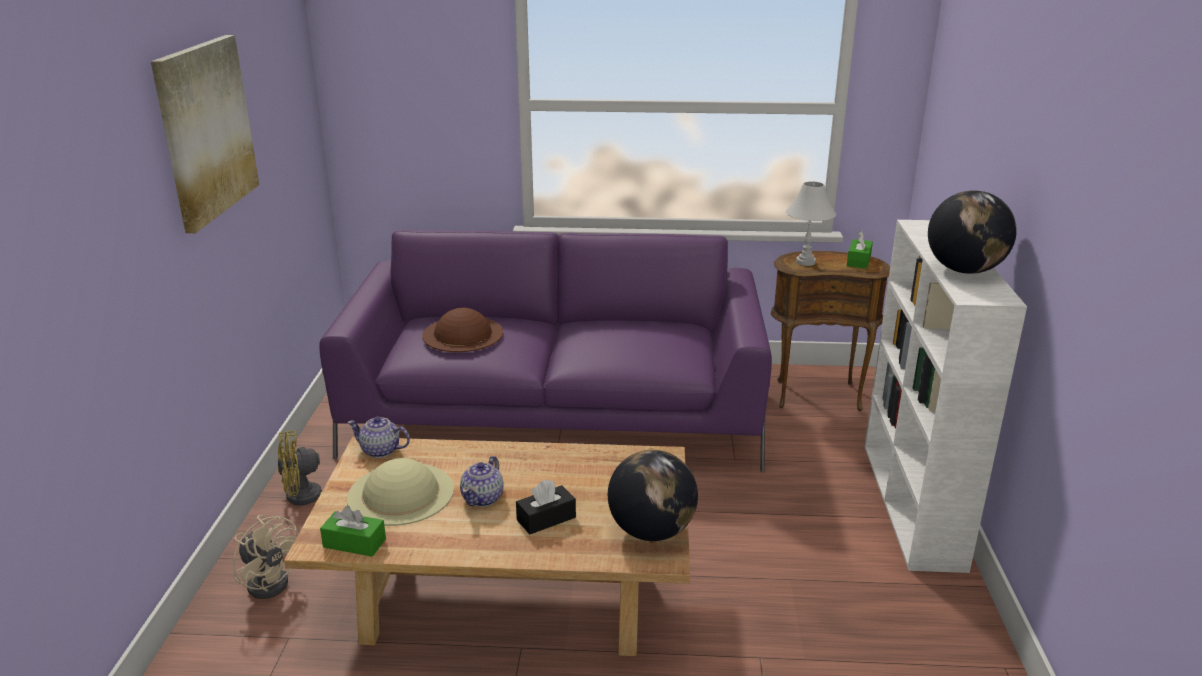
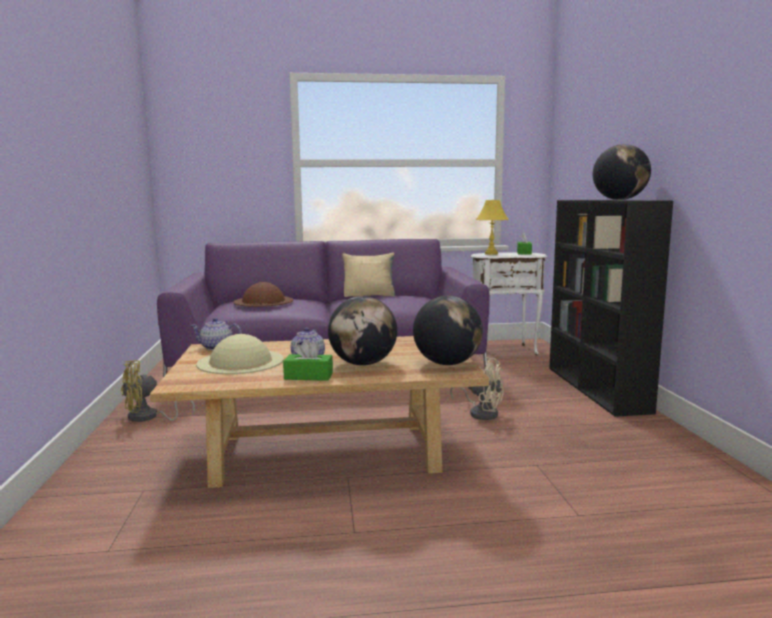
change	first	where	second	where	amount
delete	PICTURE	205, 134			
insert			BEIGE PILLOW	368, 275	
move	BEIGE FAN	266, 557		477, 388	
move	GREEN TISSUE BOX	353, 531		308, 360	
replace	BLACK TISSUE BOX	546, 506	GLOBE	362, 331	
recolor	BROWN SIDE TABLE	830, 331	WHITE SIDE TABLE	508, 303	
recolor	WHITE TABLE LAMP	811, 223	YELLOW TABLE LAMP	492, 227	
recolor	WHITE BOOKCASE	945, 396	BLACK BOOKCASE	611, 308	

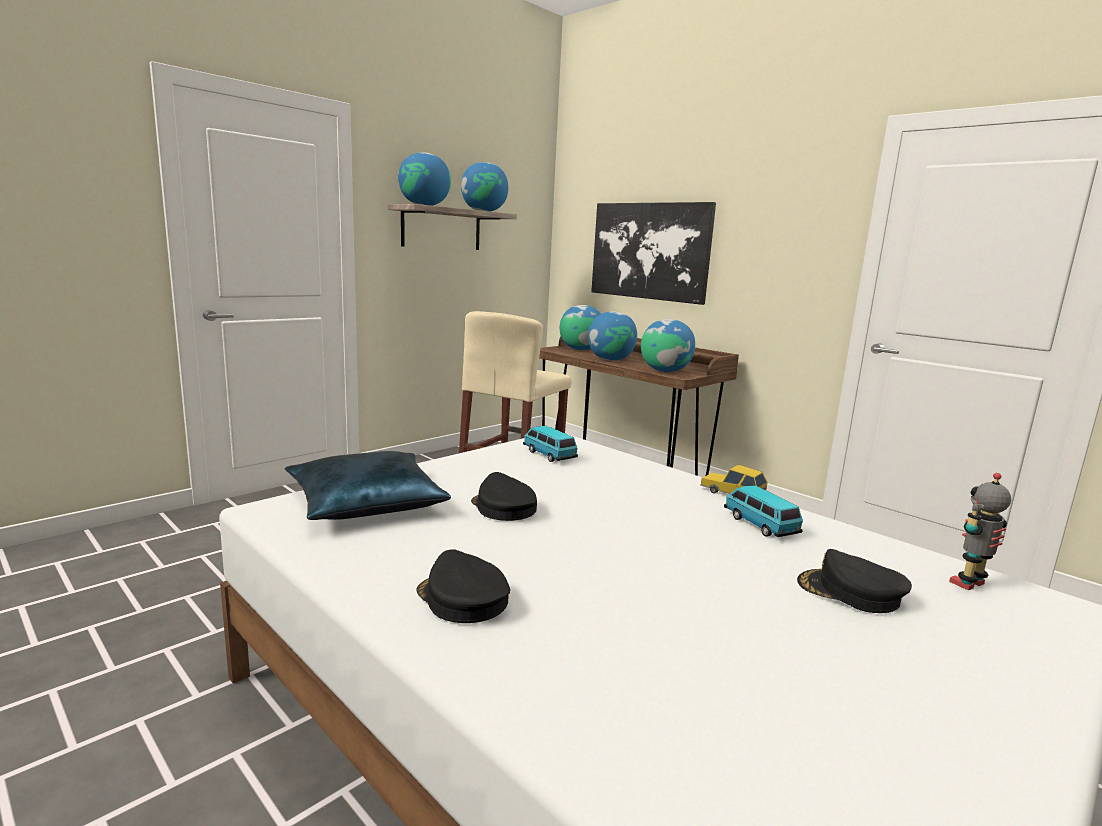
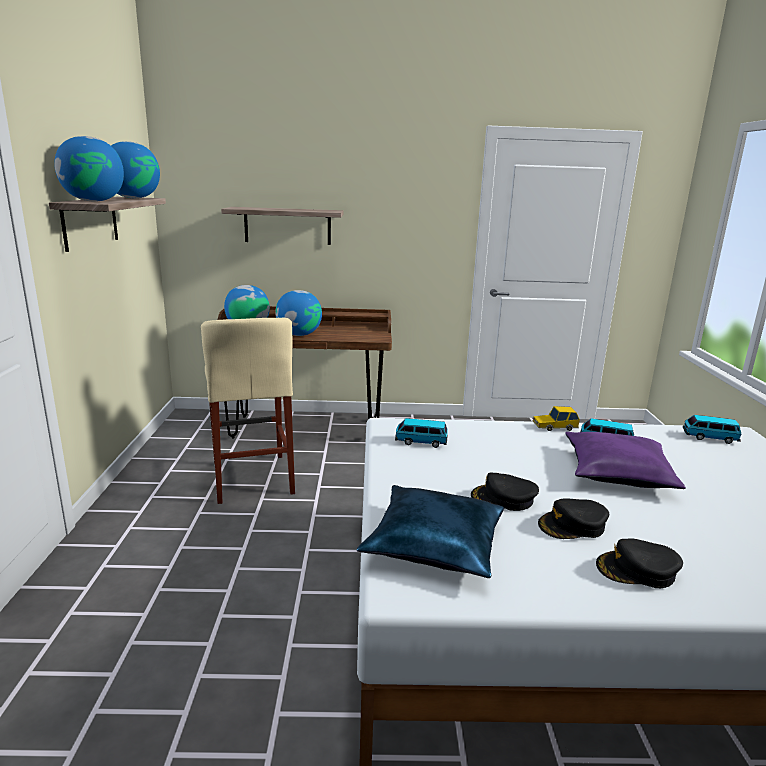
change	first	where	second	where	amount
delete	GLOBE	668, 345			
insert			PURPLE PILLOW	626, 460	
move	BLACK CAP	854, 581		573, 518	
replace	PICTURE	653, 253	SHELF	282, 226	
replace	TOY ROBOT	980, 531	TOY CAR	712, 429	

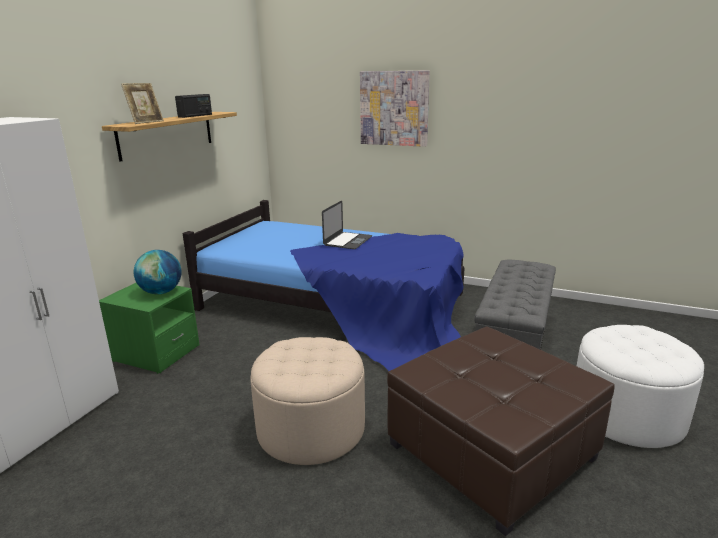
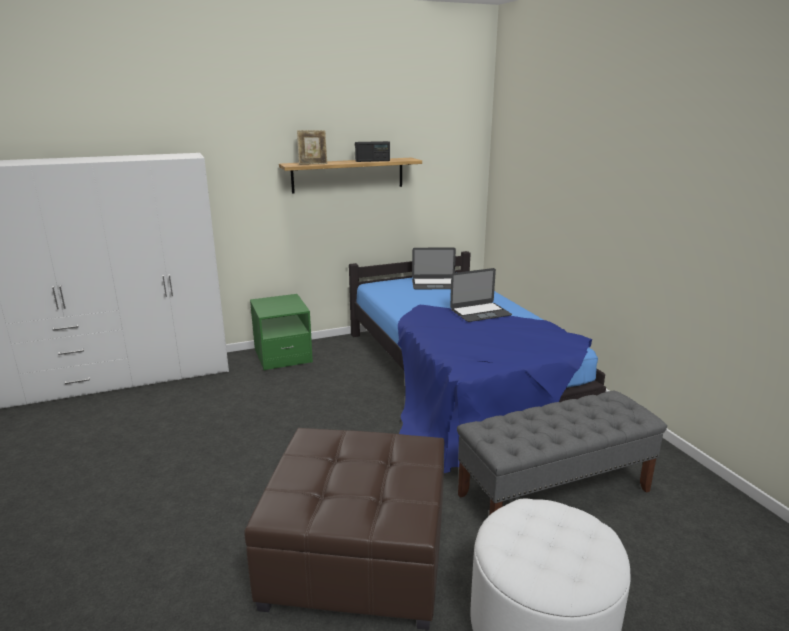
change	first	where	second	where	amount
delete	GLOBE	158, 272			
delete	BEIGE OTTOMAN	307, 401			
delete	PICTURE	395, 108			
insert			LAPTOP	434, 268	

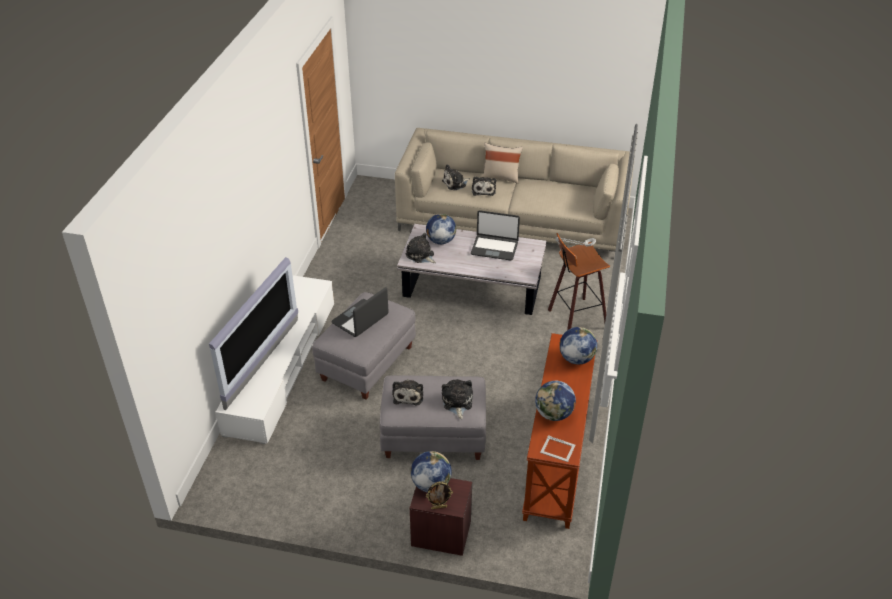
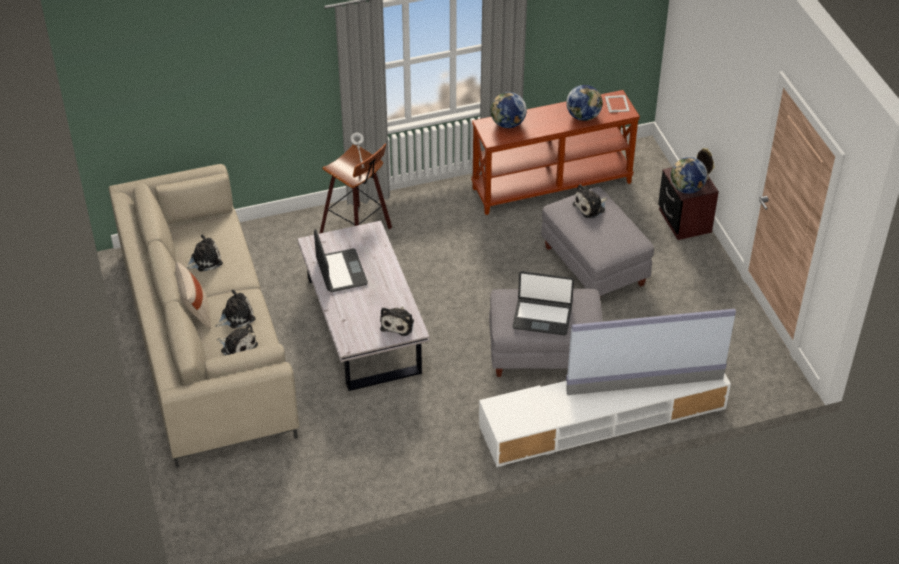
change	first	where	second	where	amount
delete	GLOBE	441, 229			
move	PLUSH TOY	407, 392		204, 253	

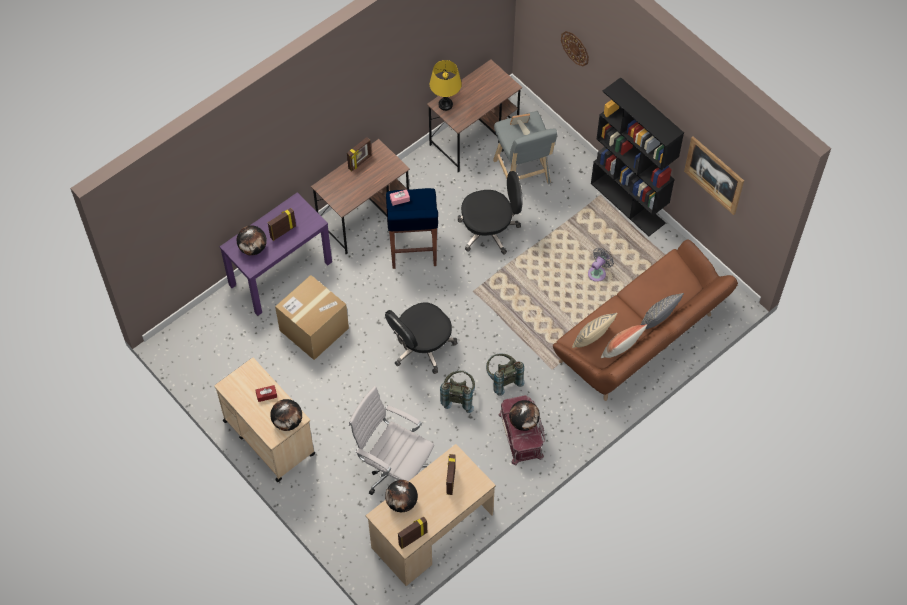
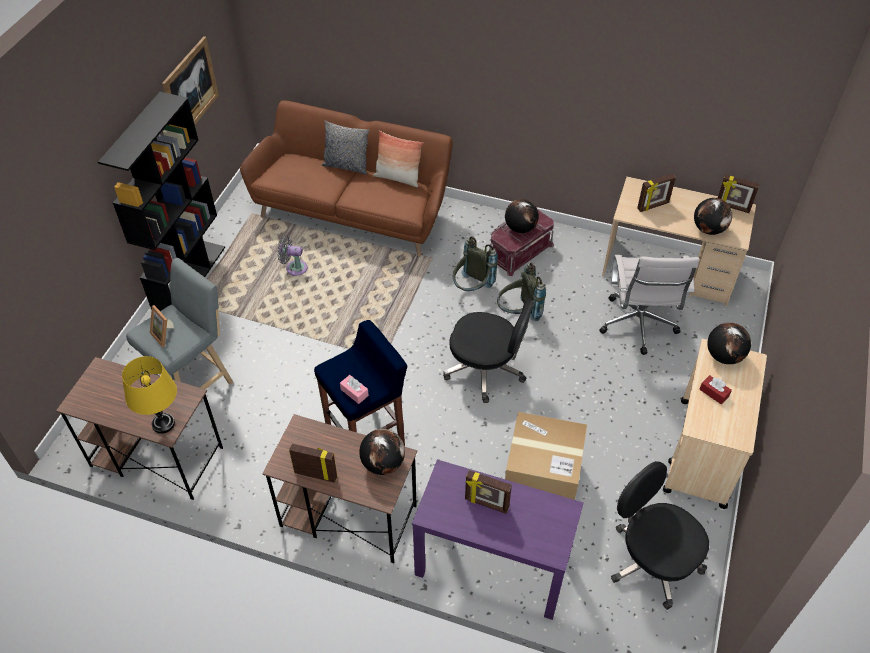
change	first	where	second	where	amount
delete	WALL CLOCK	575, 48			
delete	BEIGE PILLOW	595, 330			
move	GLOBE	252, 240		382, 452	
move	BLACK OFFICE CHAIR	490, 213		660, 535	

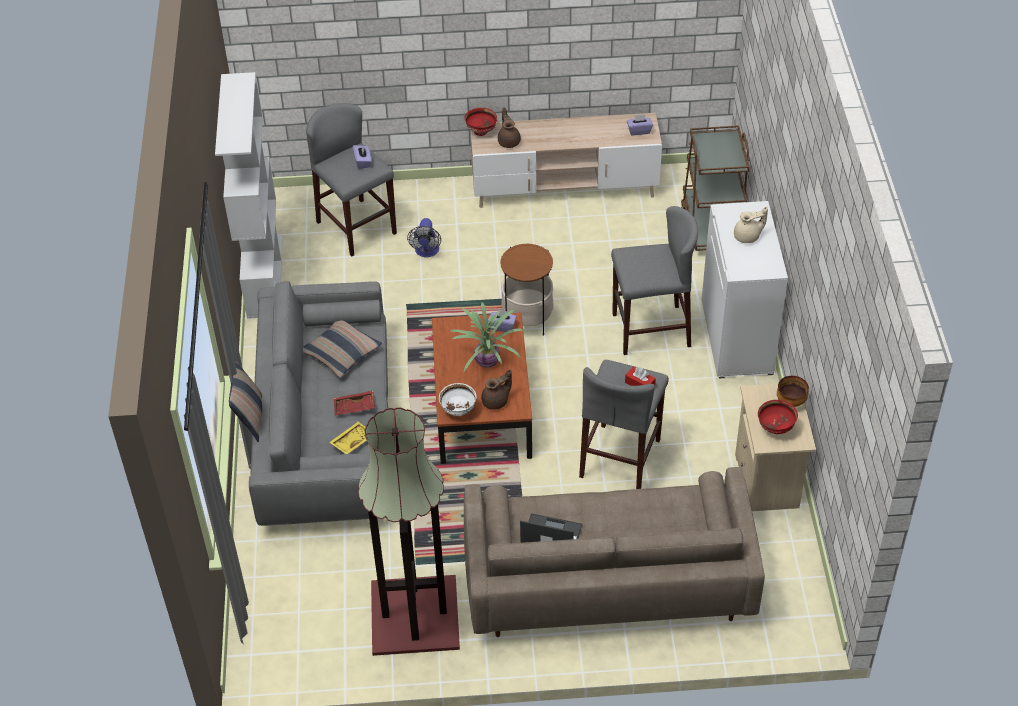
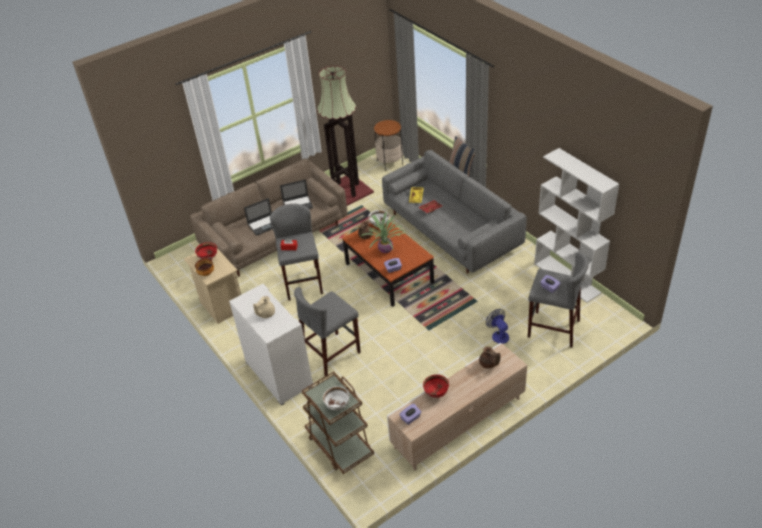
change	first	where	second	where	amount
delete	PILLOW	342, 348			
insert			LAPTOP	258, 217	
insert			WHITE BOWL	336, 398	
move	RED BOWL	480, 122		436, 386	
move	SIDE TABLE	526, 290		388, 145	

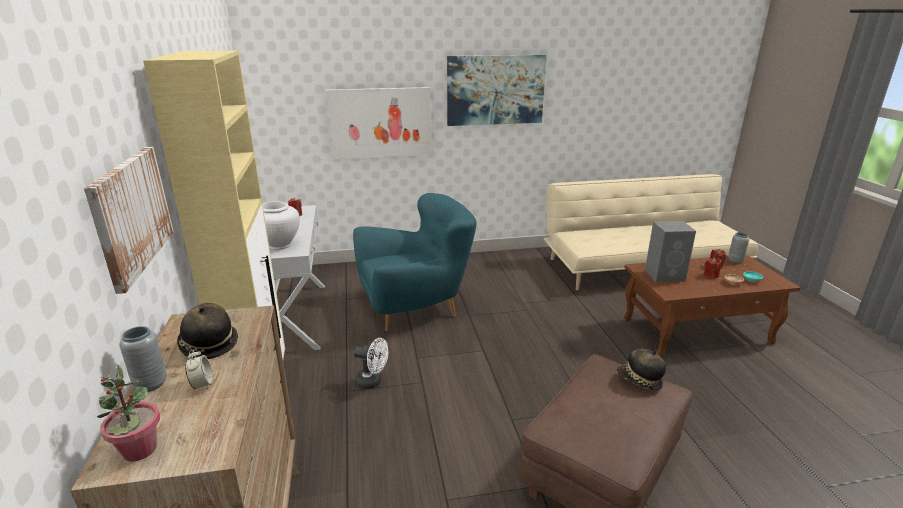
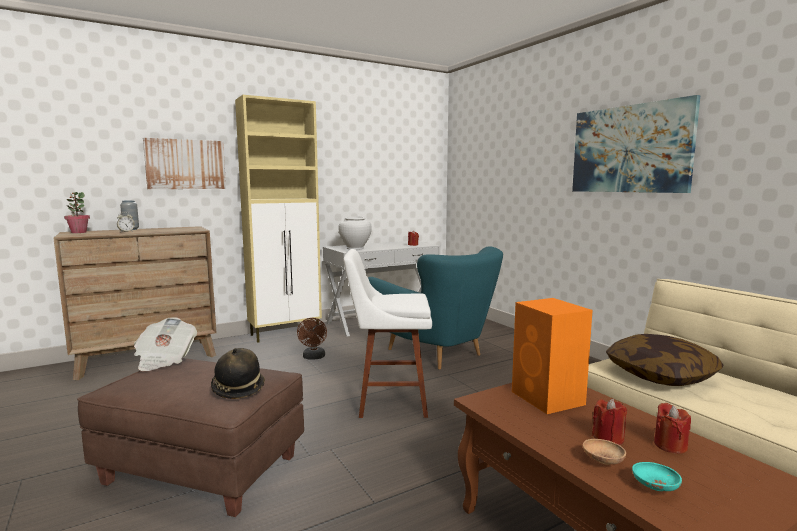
change	first	where	second	where	amount
delete	HAT	207, 331			
delete	PICTURE	378, 123			
delete	GREY VASE	738, 247			
insert			NEWSPAPER	165, 344	
insert			WHITE STOOL	387, 333	
insert			PILLOW	665, 360	
recolor	WHITE FAN	371, 363	BROWN FAN	312, 338	
recolor	GREY SPEAKER	670, 252	ORANGE SPEAKER	552, 356	

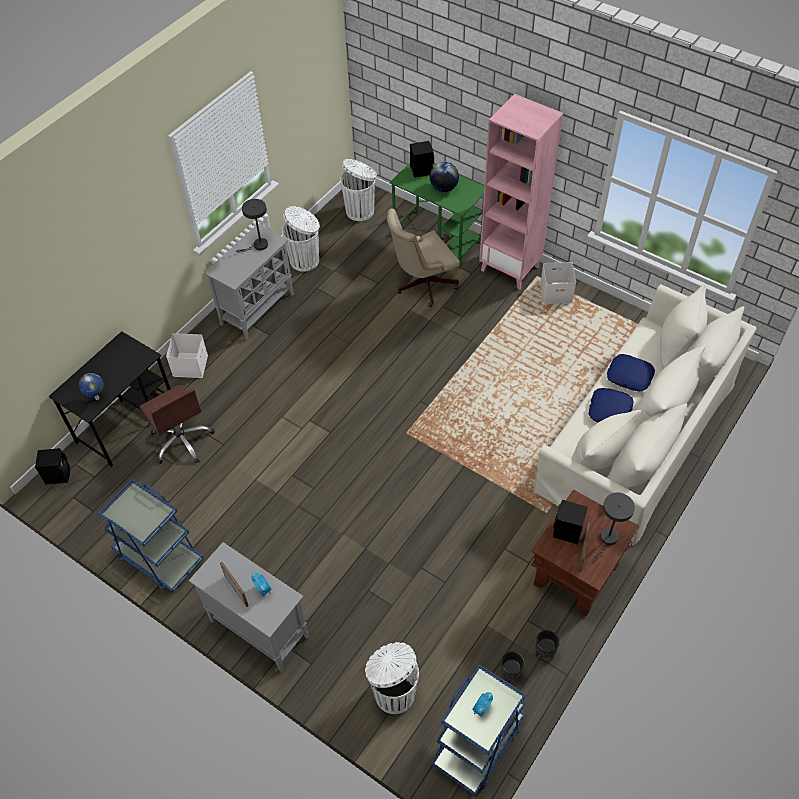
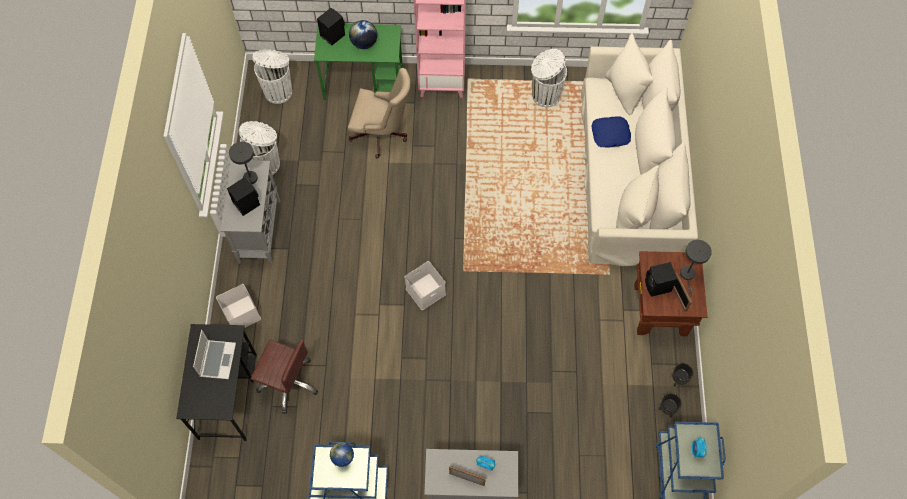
change	first	where	second	where	amount
delete	BLUE PILLOW	611, 405			
insert			LAPTOP	214, 354	
move	BLACK SPEAKER	52, 466		243, 196	
move	GLOBE	91, 386		342, 454	
move	WHITE TRASH CAN	392, 678		549, 78	
move	WHITE STORAGE BOX	558, 283		425, 285	
rotate	BEIGE OFFICE CHAIR	423, 257		379, 113	105 degrees counterclockwise

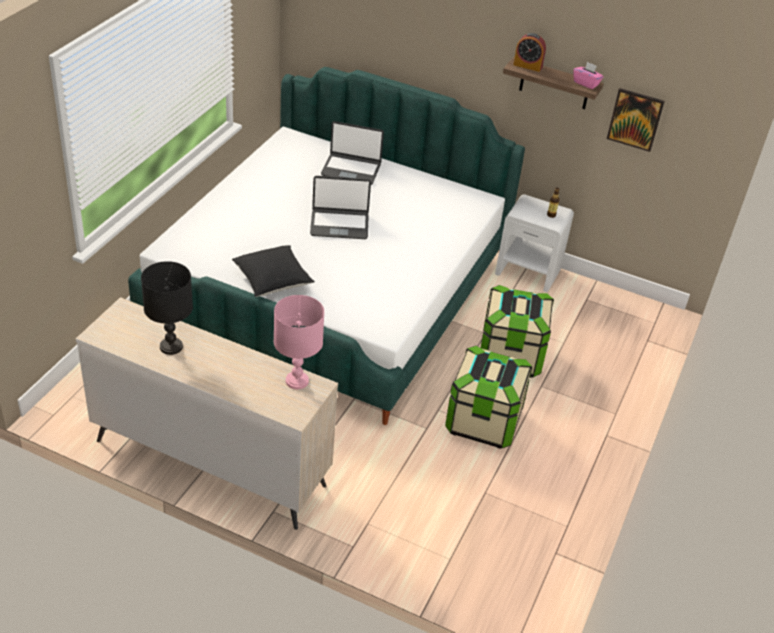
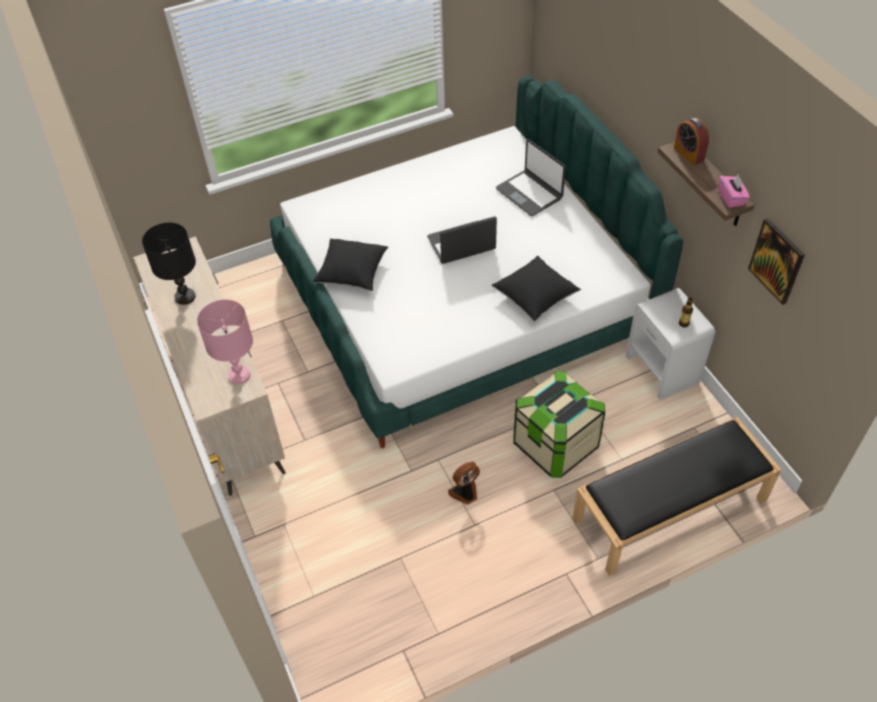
change	first	where	second	where	amount
insert			BLACK PILLOW	536, 288	
insert			BLACK BENCH	676, 496	
replace	STORAGE BOX	488, 397	FAN	464, 483	
rotate	LAPTOP	340, 207		462, 240	120 degrees clockwise

